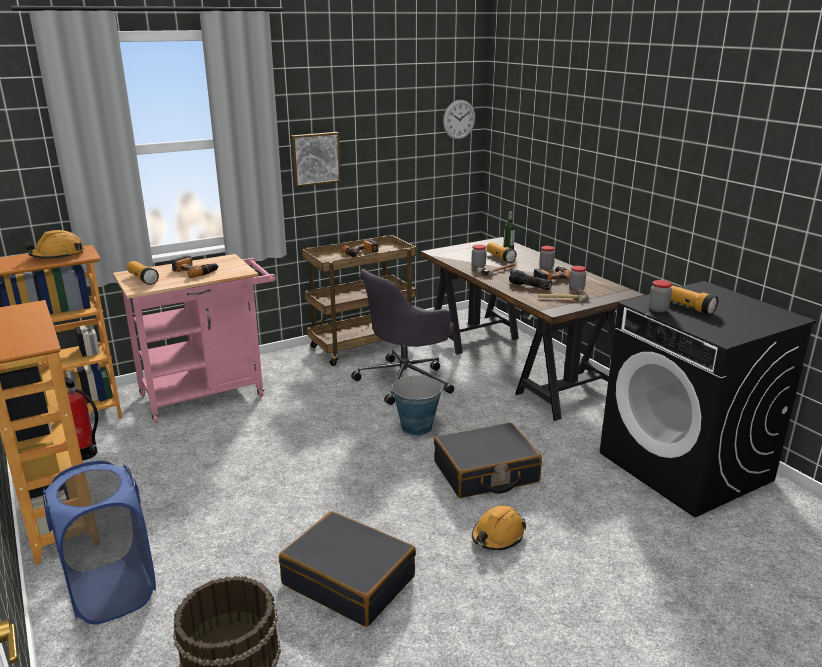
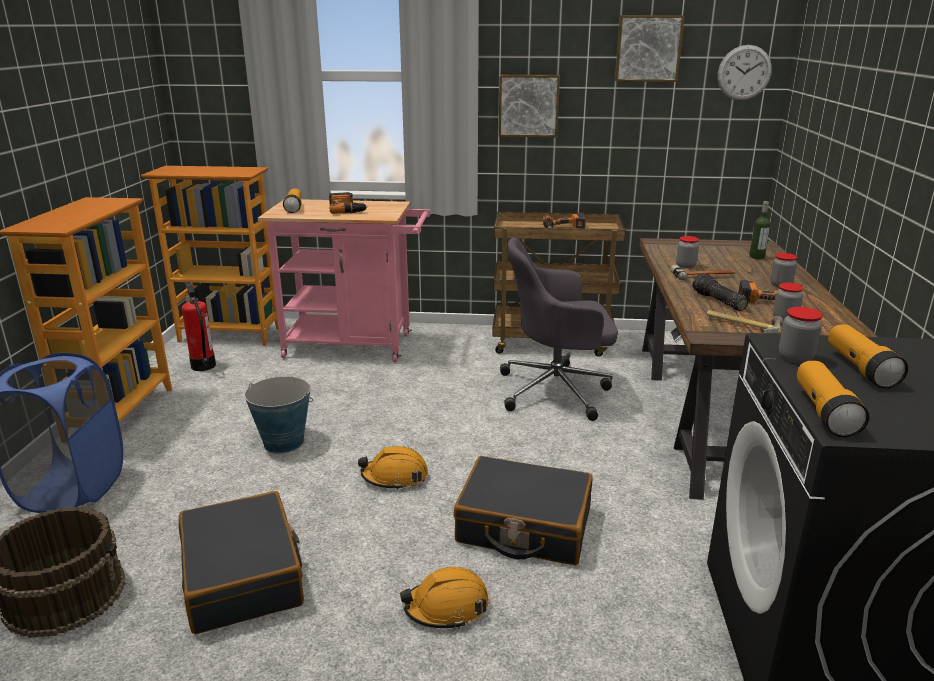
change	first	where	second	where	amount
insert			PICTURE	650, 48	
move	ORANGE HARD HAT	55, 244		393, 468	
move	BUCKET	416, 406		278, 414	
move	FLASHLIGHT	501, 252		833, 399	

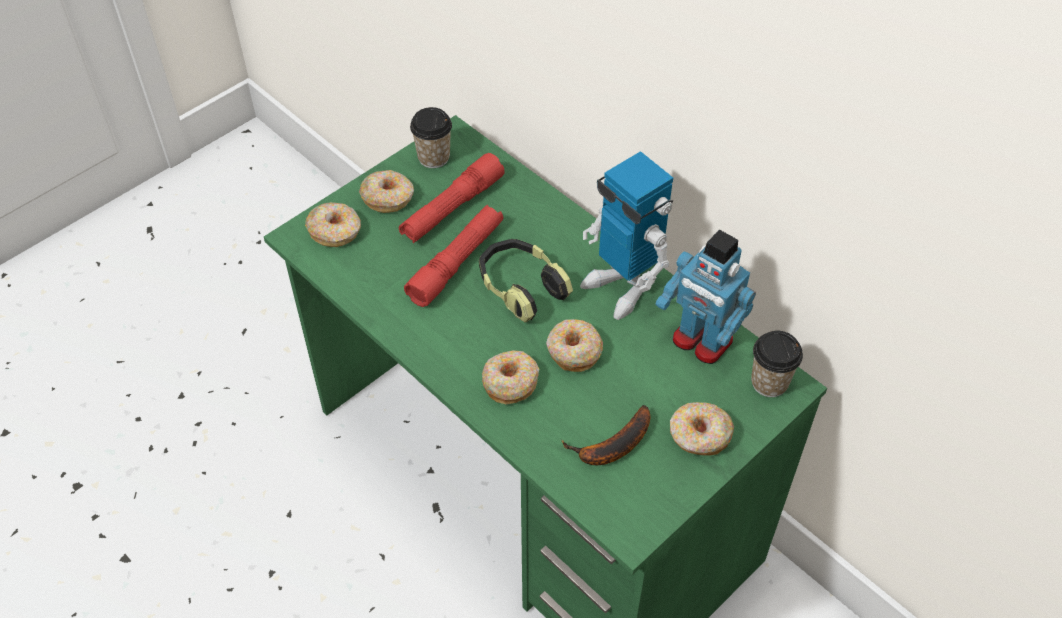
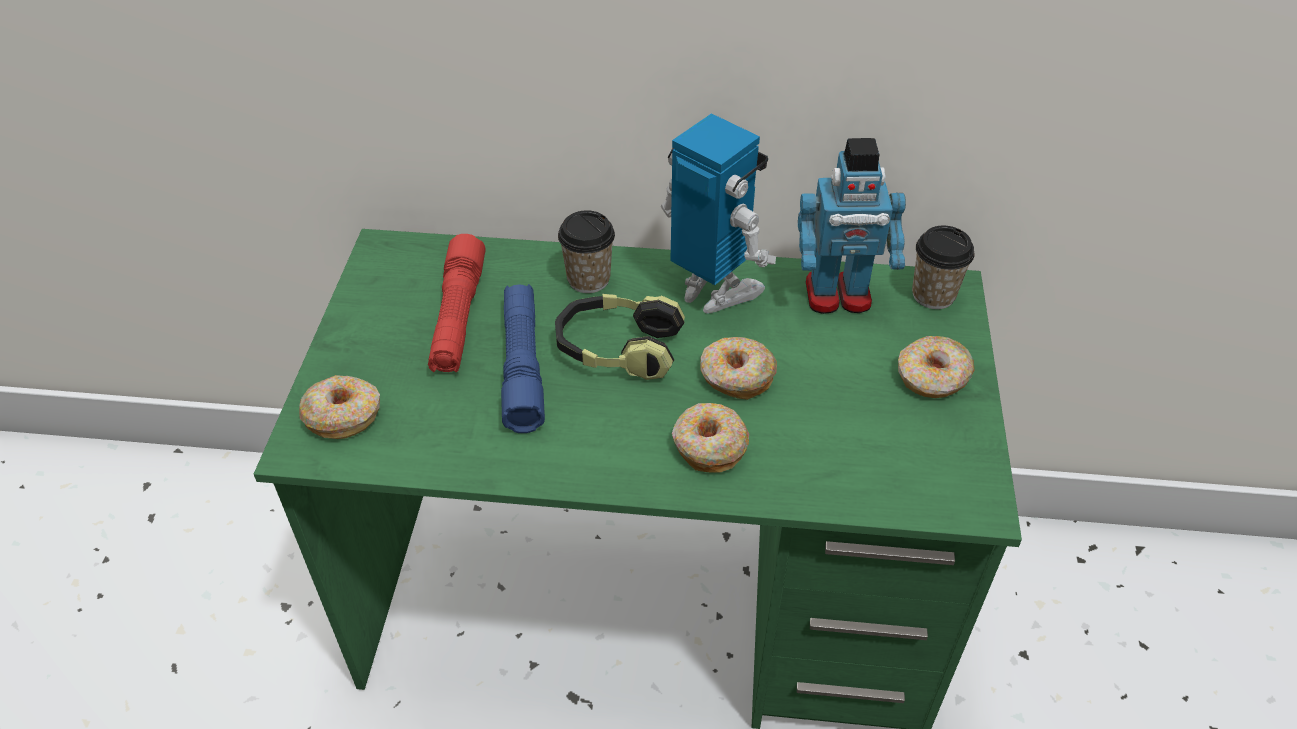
change	first	where	second	where	amount
delete	DONUT	386, 191			
delete	BANANA	605, 435			
move	CUP	431, 137		586, 251	
recolor	RED FLASHLIGHT	453, 256	BLUE FLASHLIGHT	523, 358	
rotate	TOY ROBOT	627, 235		718, 213	150 degrees counterclockwise

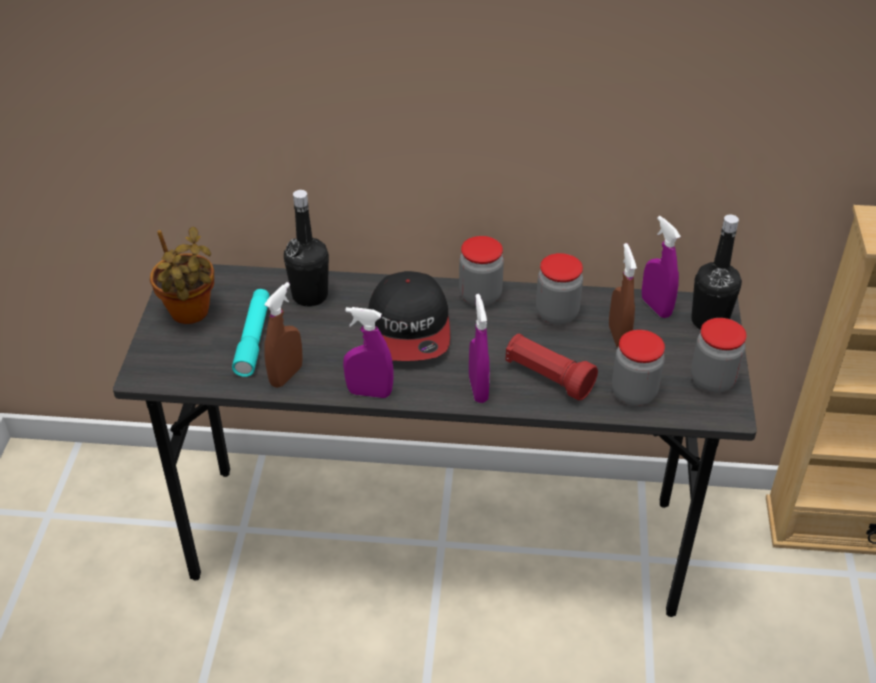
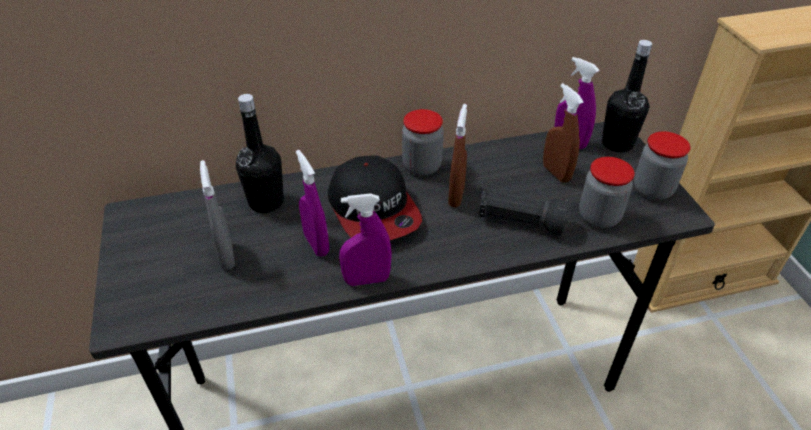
change	first	where	second	where	amount
delete	POTTED PLANT	182, 275			
delete	JAR	559, 289			
move	BROWN SPRAY BOTTLE	283, 335		457, 155	
move	PURPLE SPRAY BOTTLE	479, 348		312, 203	
replace	TURQUOISE FLASHLIGHT	251, 333	GREY SPRAY BOTTLE	217, 215	
recolor	RED FLASHLIGHT	551, 367	BLACK FLASHLIGHT	524, 212	

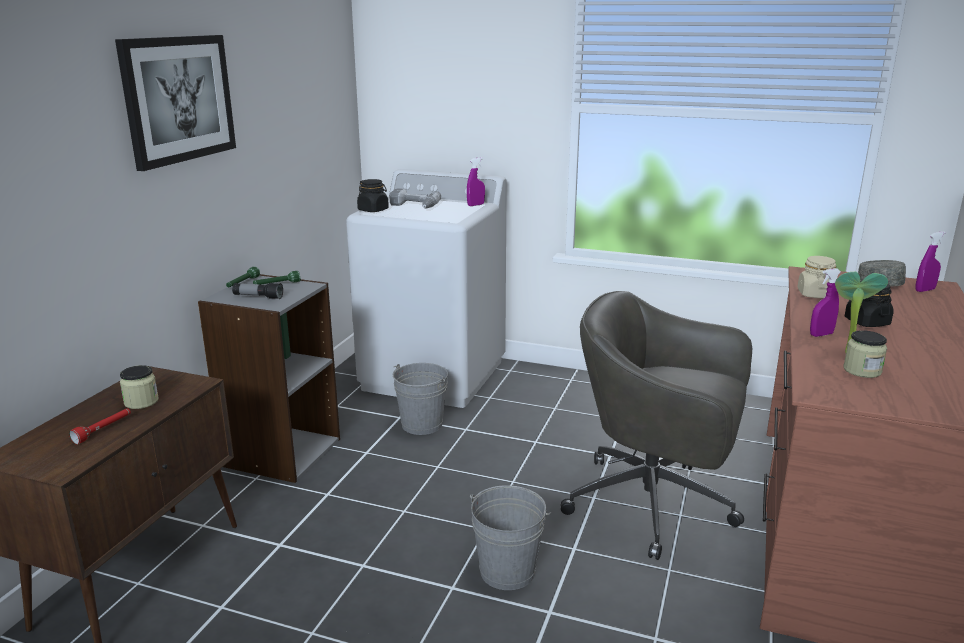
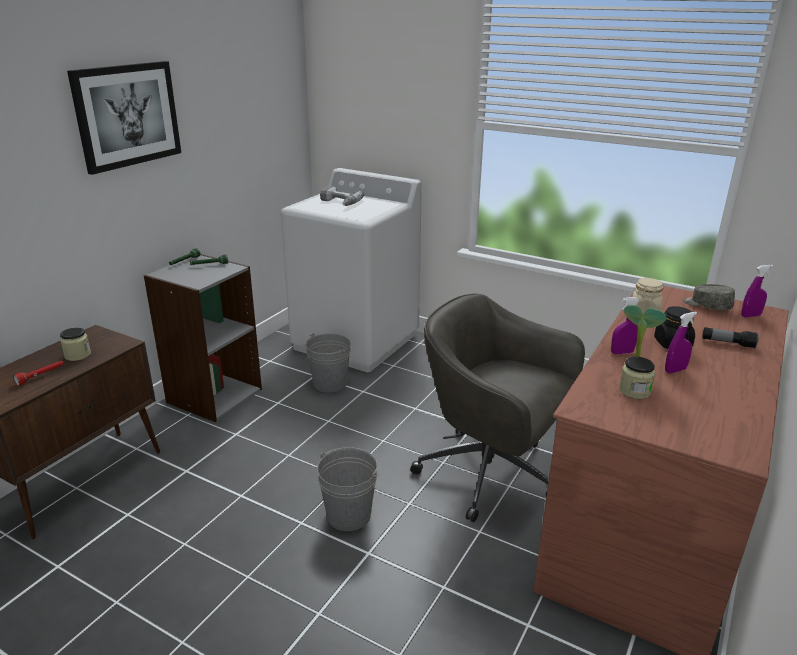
change	first	where	second	where	amount
delete	BLACK JAR	373, 195			
move	FLASHLIGHT	257, 291		730, 337	
move	PURPLE SPRAY BOTTLE	476, 181		681, 342	

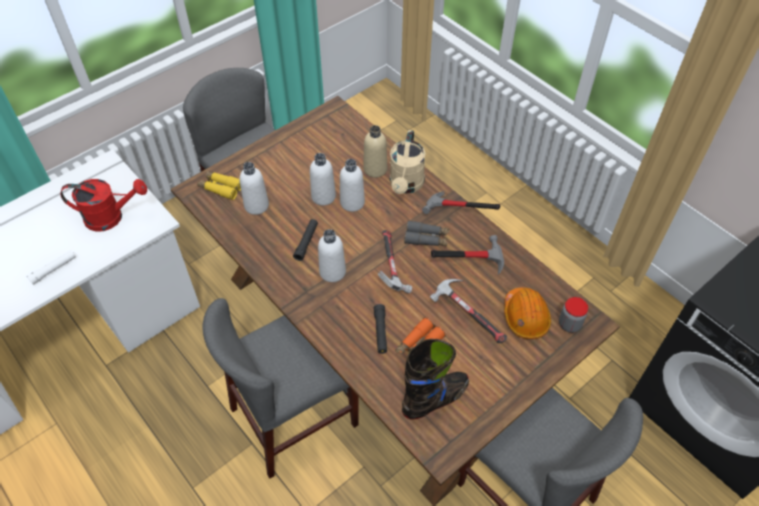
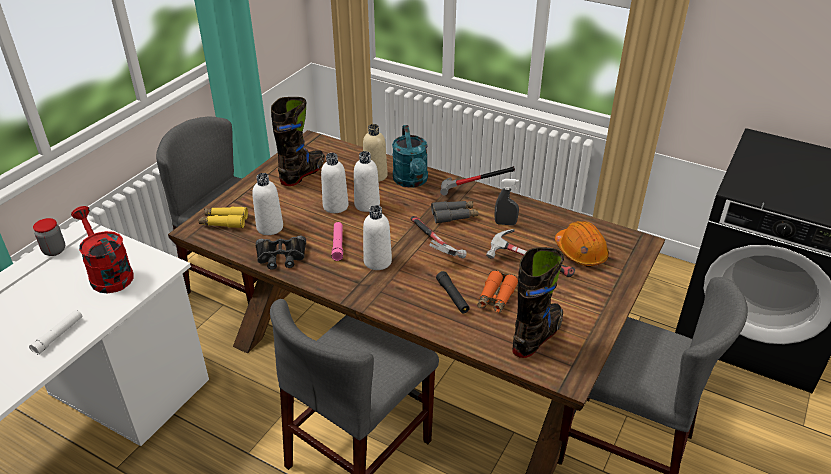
change	first	where	second	where	amount
insert			BLACK BINOCULARS	281, 253	
insert			BLACK BOOT	298, 141	
move	JAR	573, 315		49, 237	
replace	HAMMER	467, 254	GREY SPRAY BOTTLE	507, 202	
recolor	BLACK FLASHLIGHT	305, 240	PINK FLASHLIGHT	337, 241	
recolor	BEIGE WATERING CAN	408, 162	TURQUOISE WATERING CAN	410, 156	
rotate	RED WATERING CAN	103, 205		102, 249	105 degrees counterclockwise

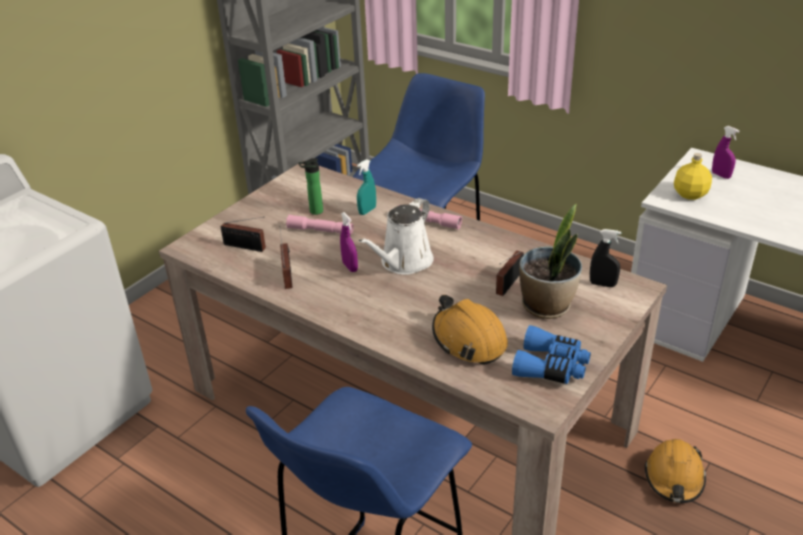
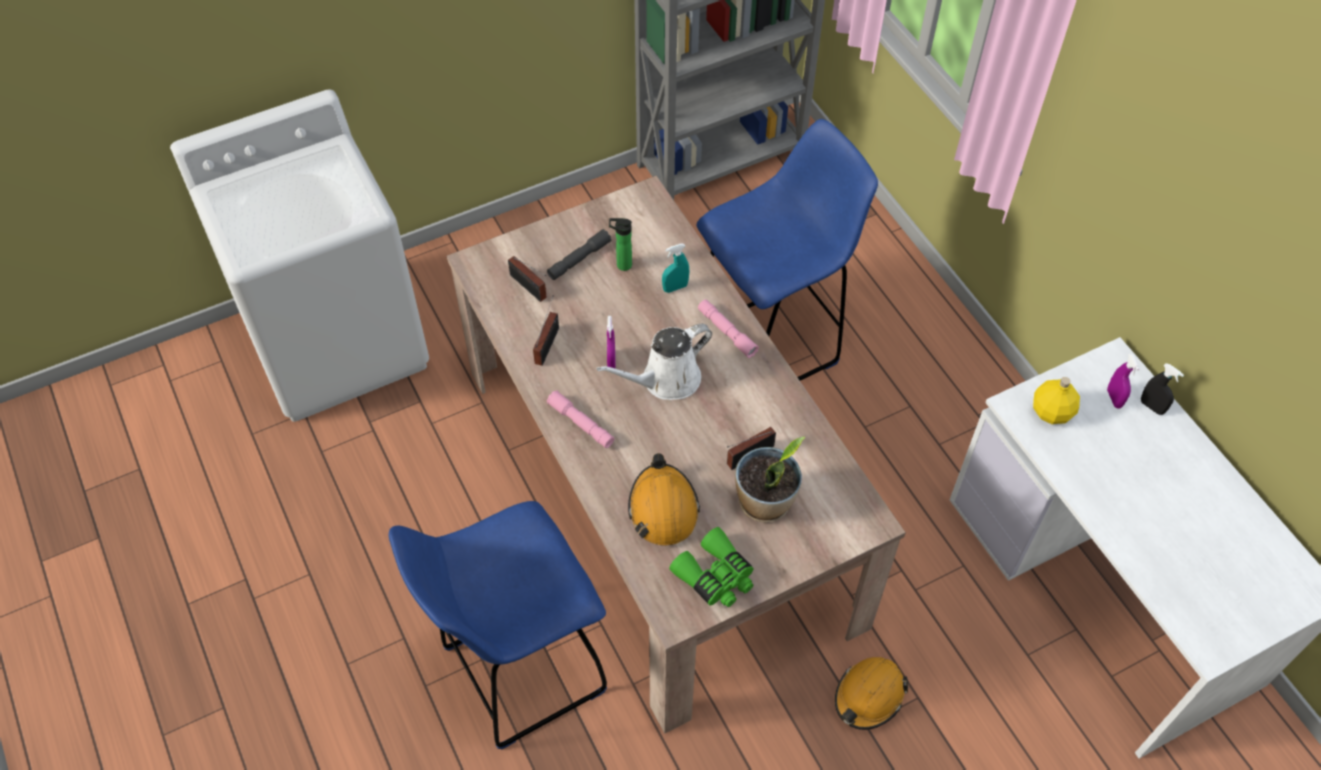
change	first	where	second	where	amount
insert			GREY FLASHLIGHT	579, 254	
move	PINK FLASHLIGHT	319, 225		580, 419	
move	BLACK SPRAY BOTTLE	605, 258		1162, 389	
recolor	BLUE BINOCULARS	551, 354	GREEN BINOCULARS	711, 567	

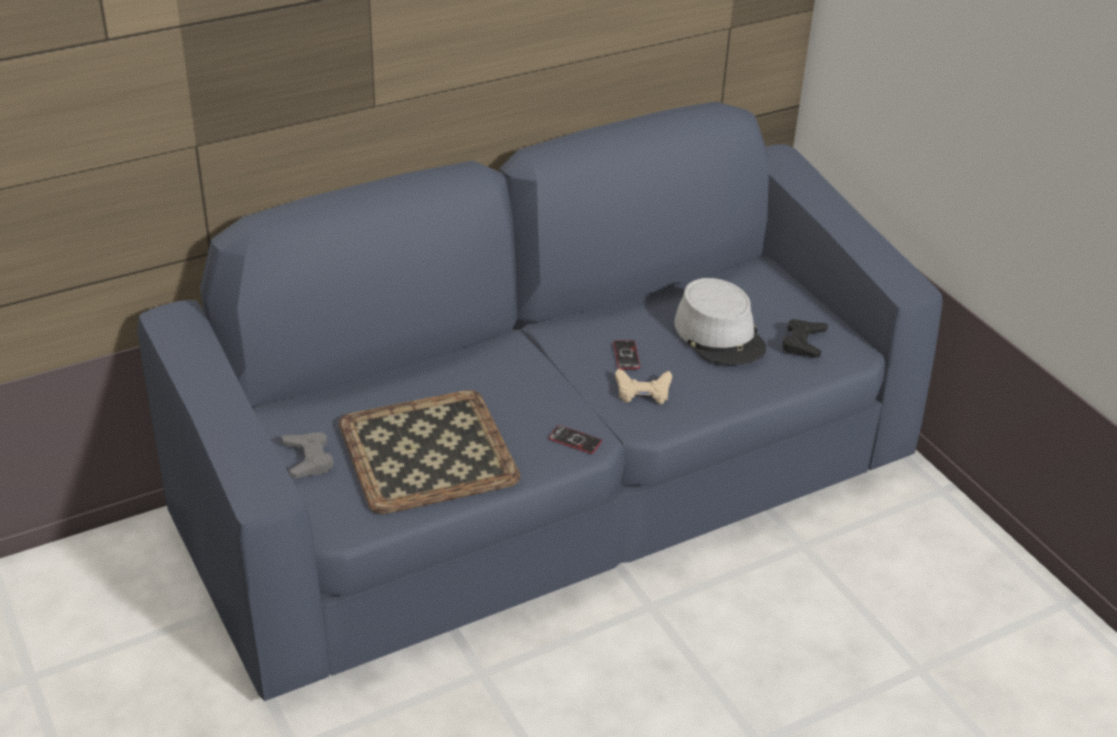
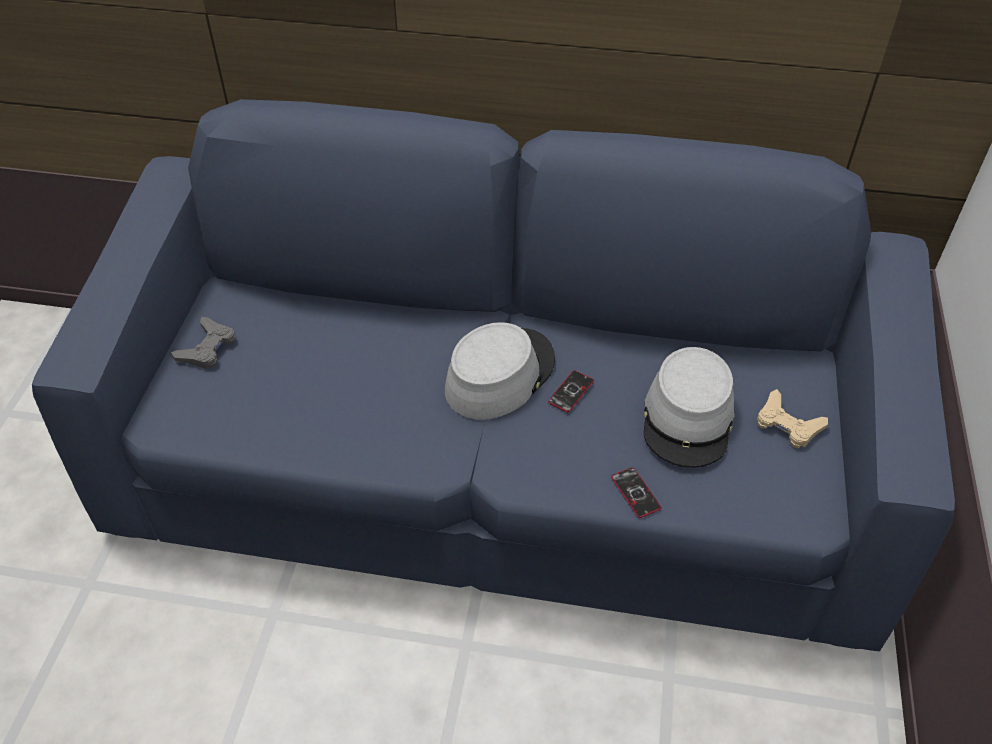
change	first	where	second	where	amount
delete	TRAY	430, 452			
delete	BLACK GAME CONTROLLER	805, 338			
insert			GREY HAT	500, 371	
move	PHONE	575, 439		636, 492	
move	BEIGE GAME CONTROLLER	643, 386		792, 419	

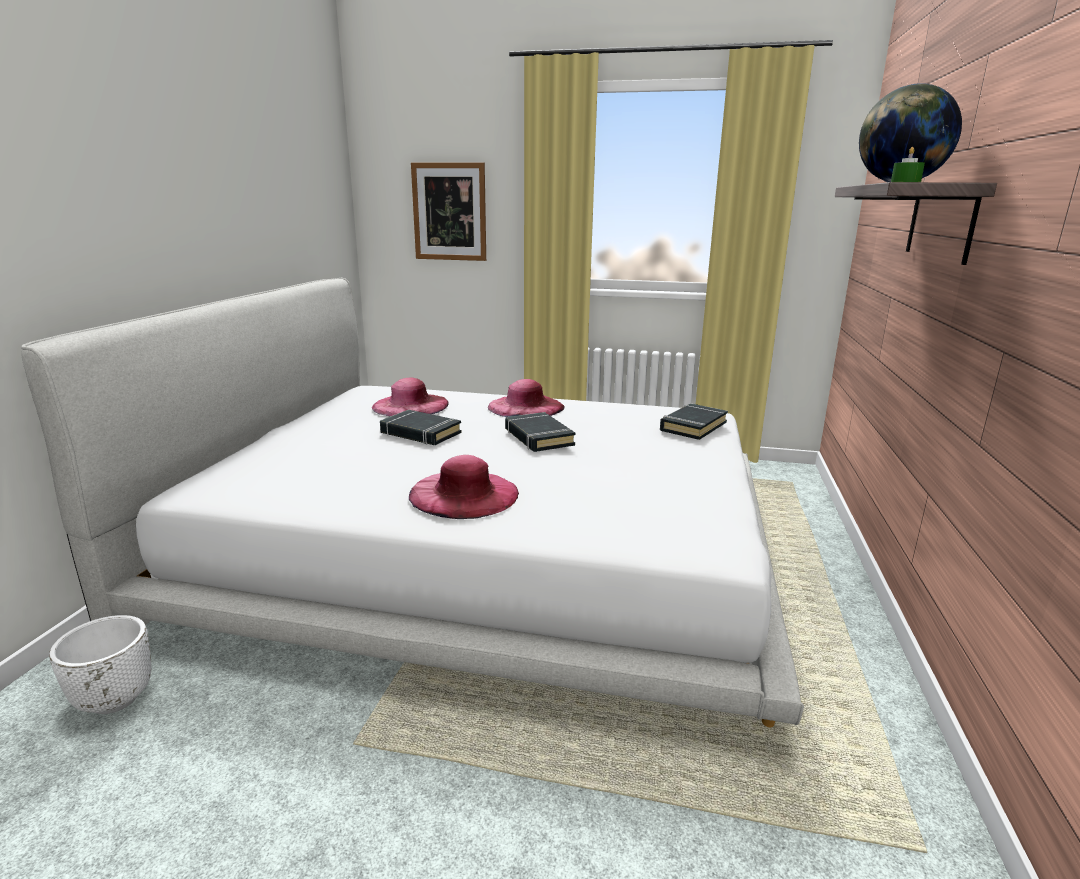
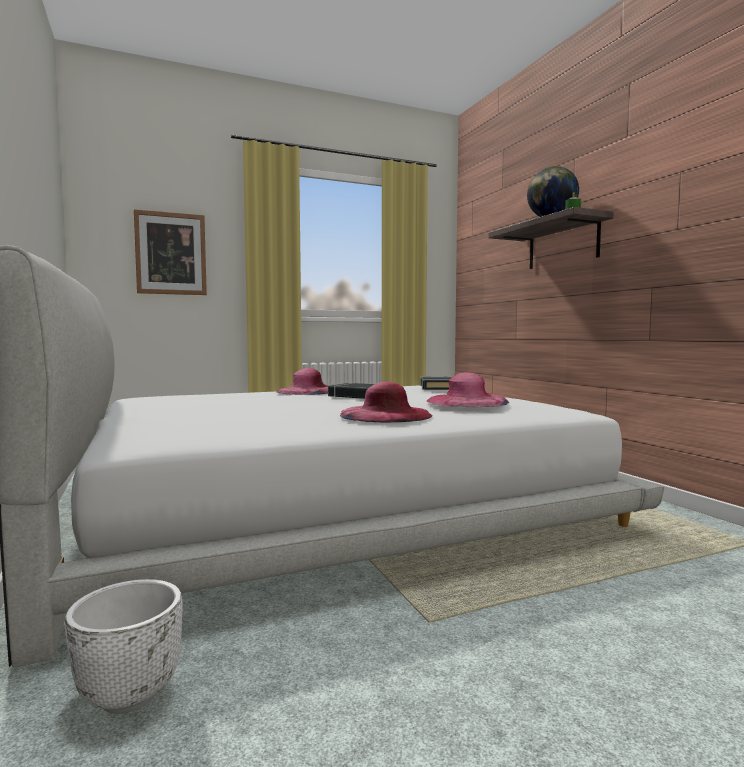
change	first	where	second	where	amount
delete	BLACK BOOK	420, 427			
move	PINK HAT	410, 397		468, 389	

